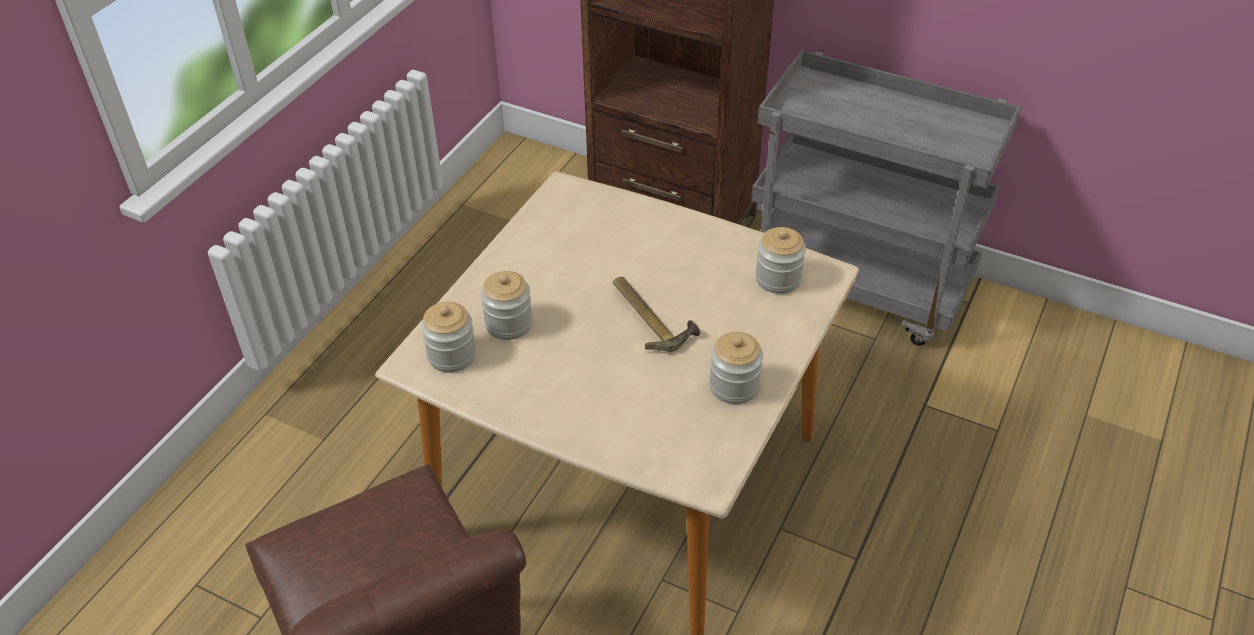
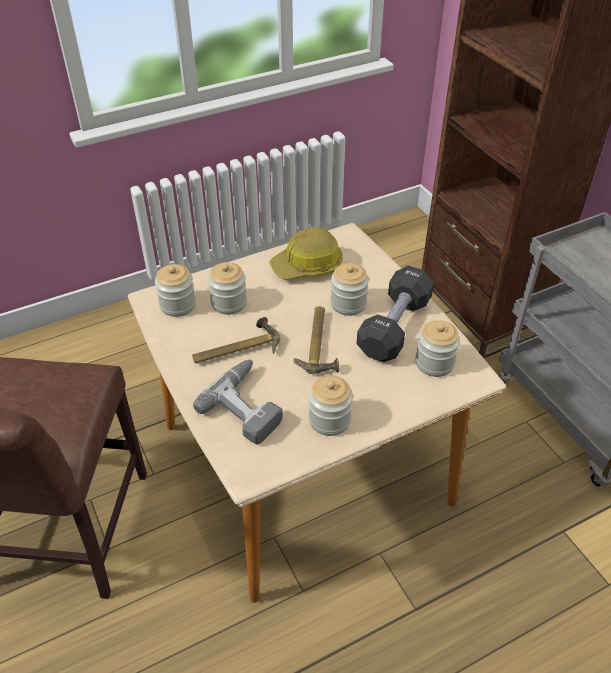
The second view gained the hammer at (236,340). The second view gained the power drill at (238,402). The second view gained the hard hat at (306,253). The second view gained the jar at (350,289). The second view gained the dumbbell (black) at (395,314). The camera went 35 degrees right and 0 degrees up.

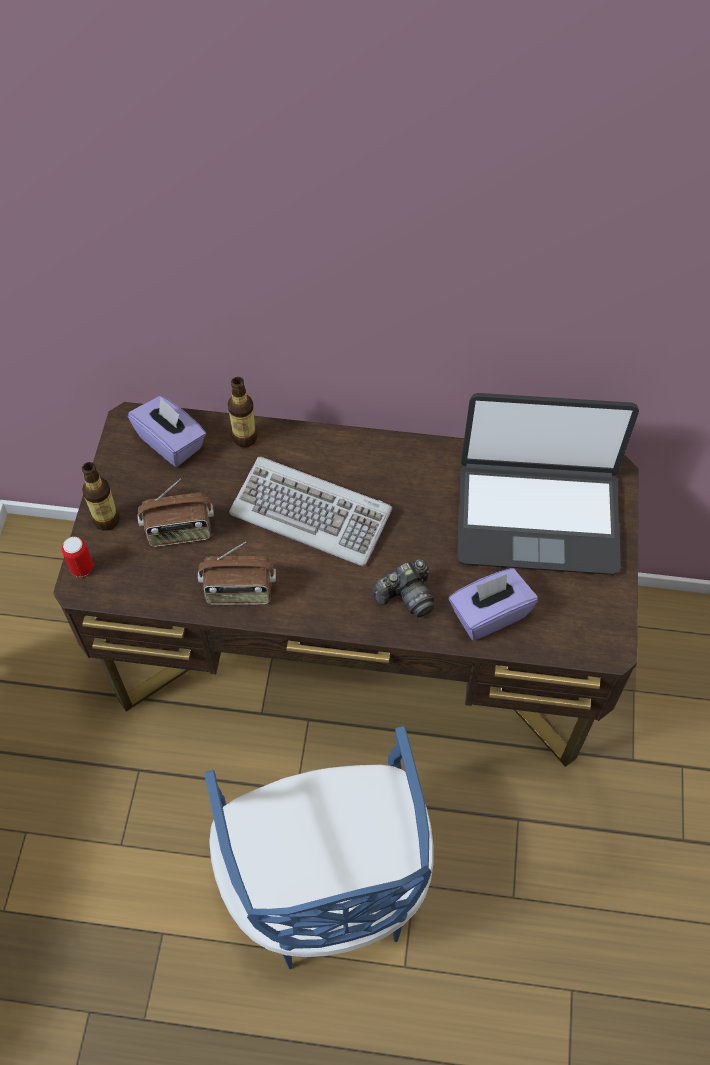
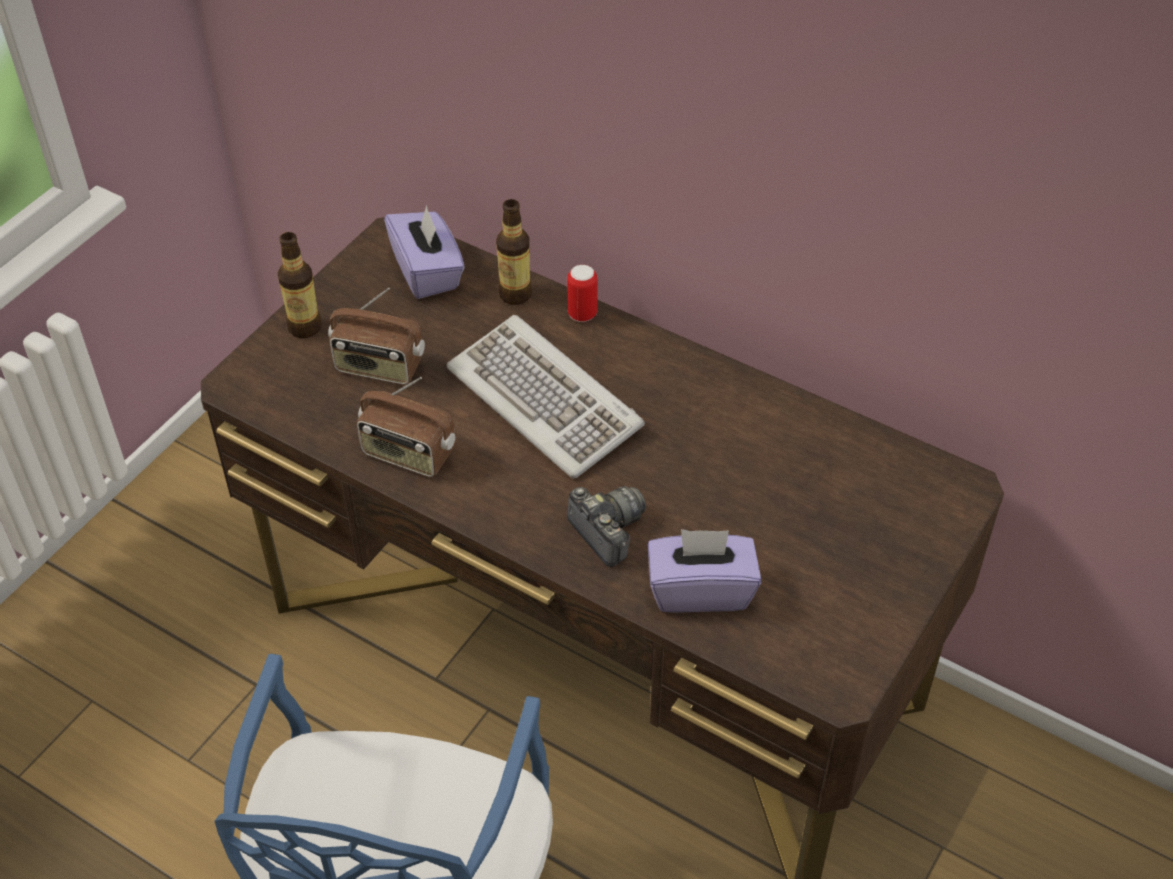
The second view lost the laptop at (548,484). The can ended up elsewhere, having gone from (77,557) to (582,293). The photo camera at (403,588) ended up facing another way, 120 degrees counterclockwise from before. The camera went 25 degrees right and 10 degrees down.

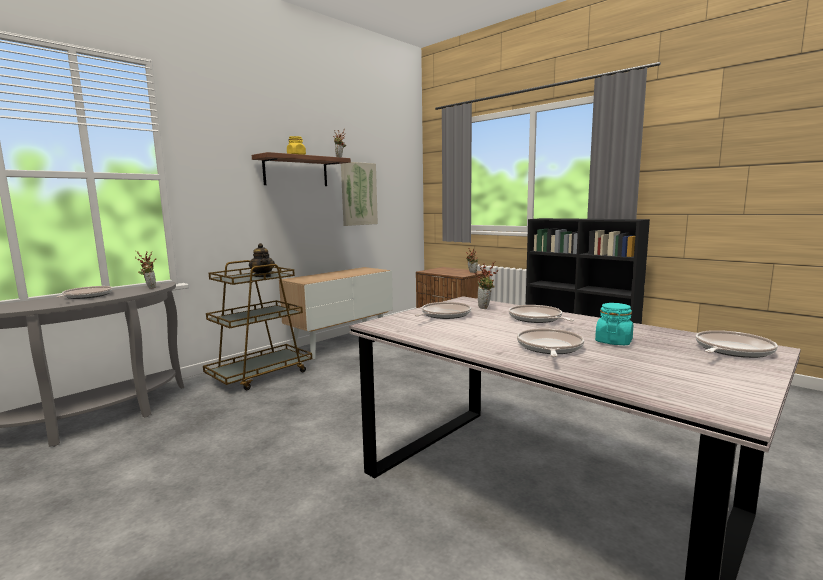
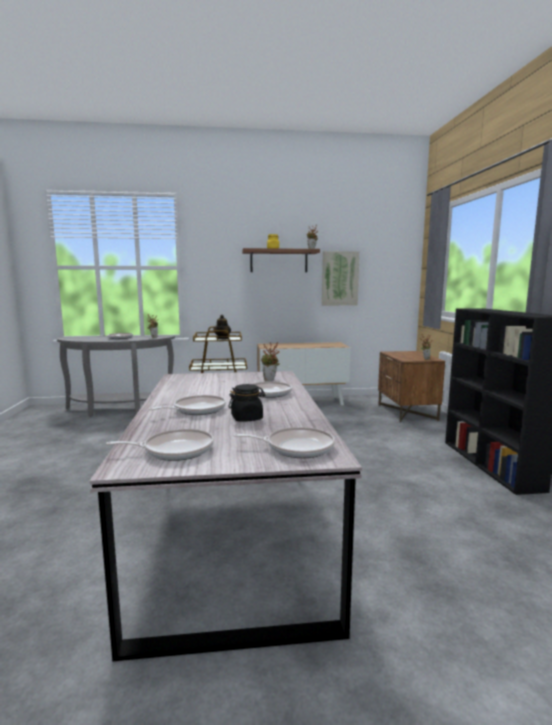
The frying pan ended up elsewhere, having gone from (443,310) to (160,445). What was the jar (turquoise) at (614,324) turned into the jar (black) at (247,403). The camera went 40 degrees right and 0 degrees up.

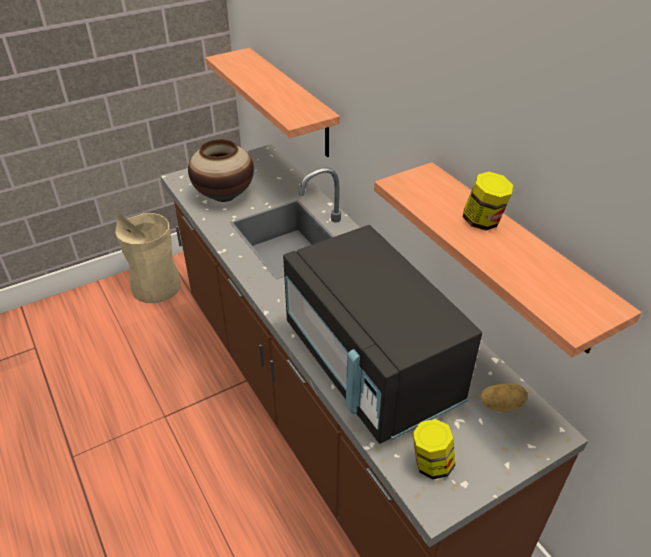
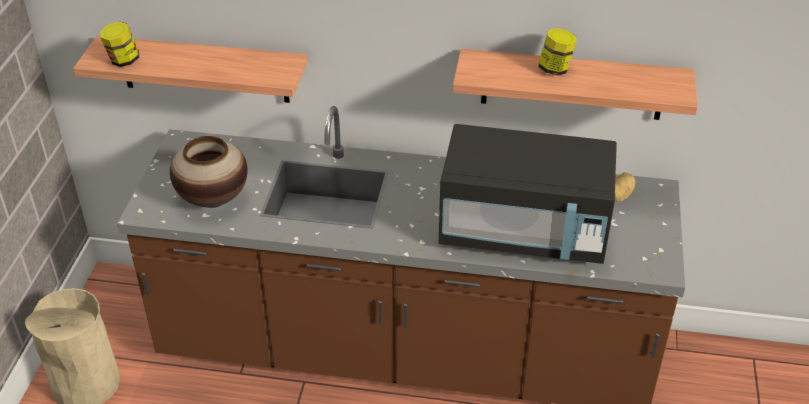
The jar ended up elsewhere, having gone from (434,449) to (119,44). The camera went 50 degrees left and 0 degrees up.

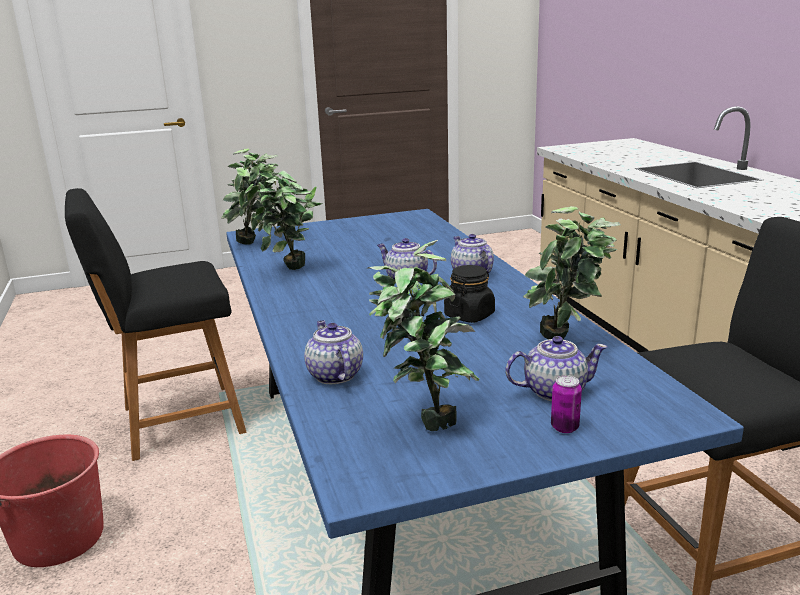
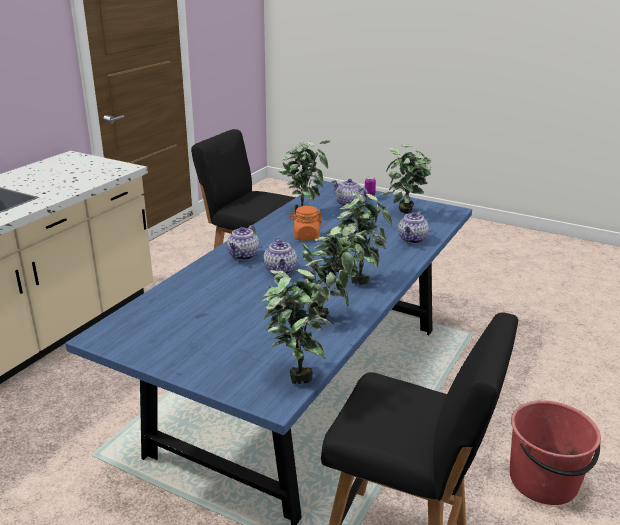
The second view gained the potted plant at (364,238). What was the jar (black) at (469,294) turned into the jar (orange) at (306,223). The camera went 135 degrees left and 5 degrees up.

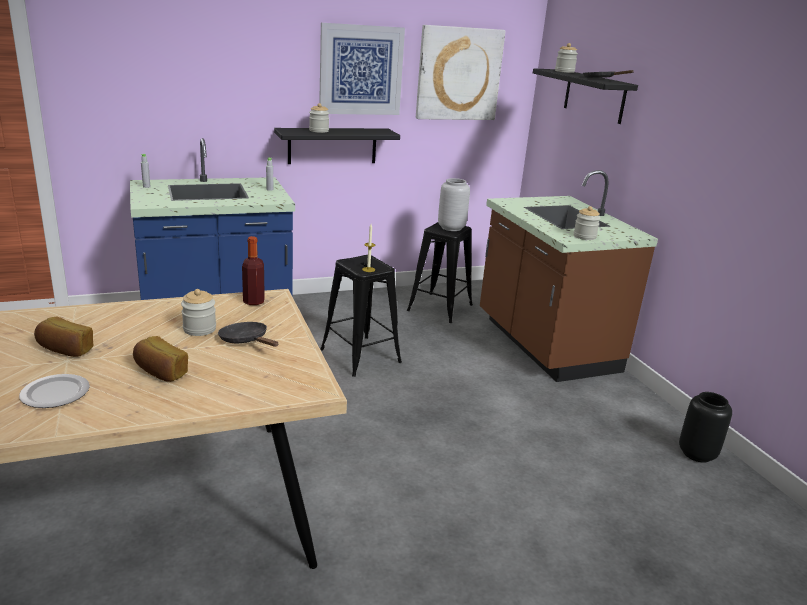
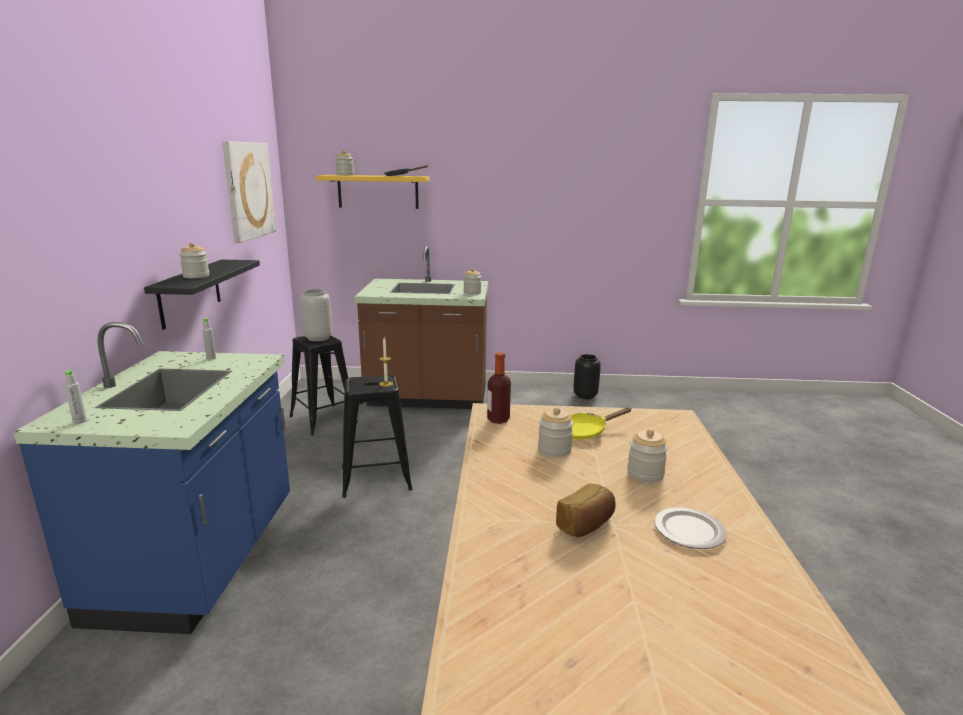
The second view lost the picture at (362,69). Where the bread stood at (160,359), the jar came to stand at (647,456). What was the frying pan (black) at (248,334) turned into the frying pan (yellow) at (601,423). What was the shelf (black) at (585,96) turned into the shelf (yellow) at (373,192). The camera went 65 degrees left and 5 degrees down.

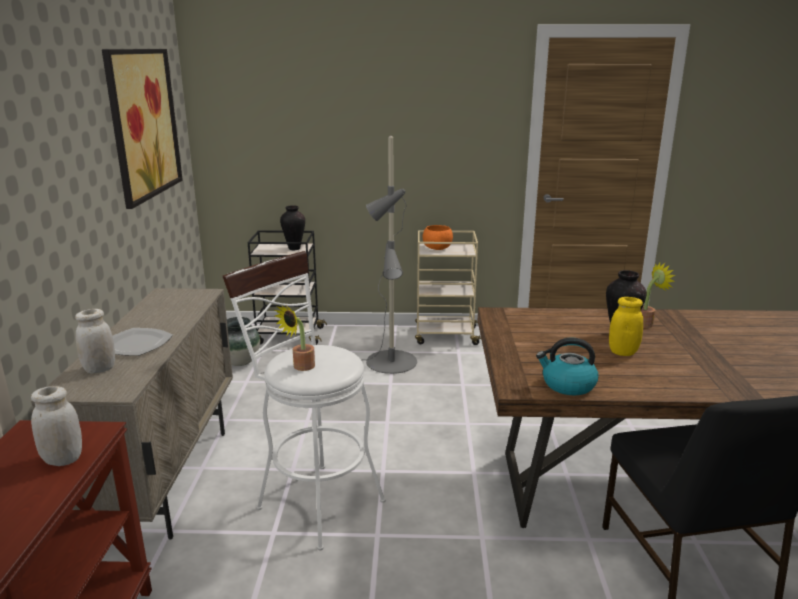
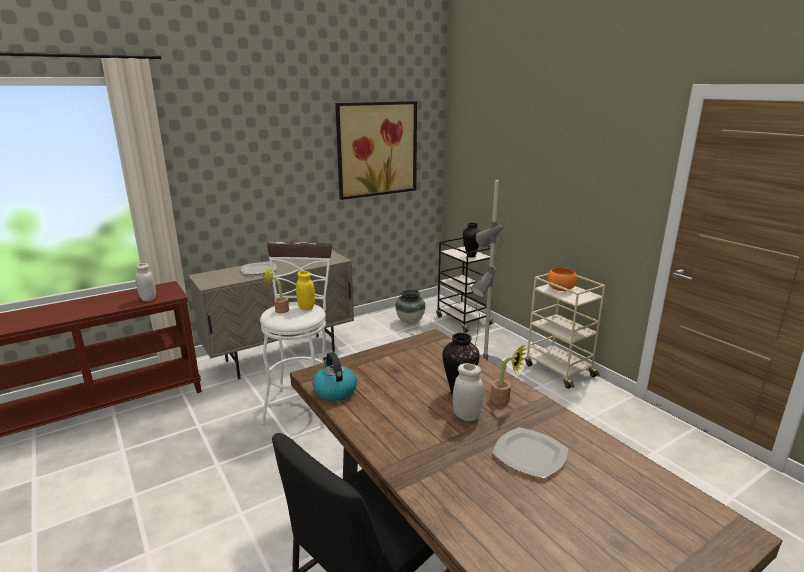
The second view gained the plate at (530,453). The jar (white) ended up elsewhere, having gone from (95,341) to (468,392). The jar (yellow) ended up elsewhere, having gone from (626,326) to (305,290). The camera went 55 degrees right and 0 degrees up.

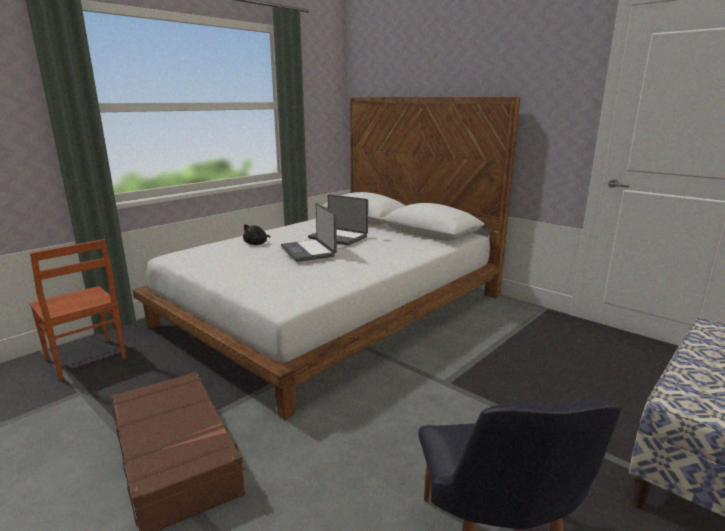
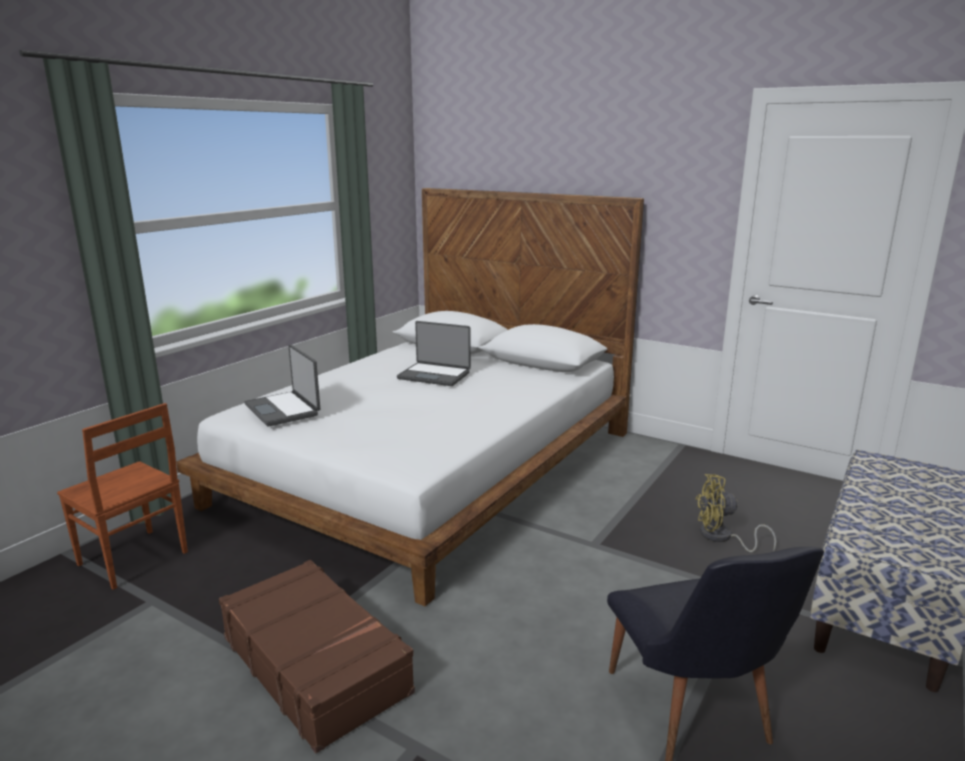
The second view lost the plush toy (black) at (256,234). The second view gained the fan (yellow) at (736,513). The laptop ended up elsewhere, having gone from (309,232) to (282,385). The camera went 10 degrees left and 0 degrees up.

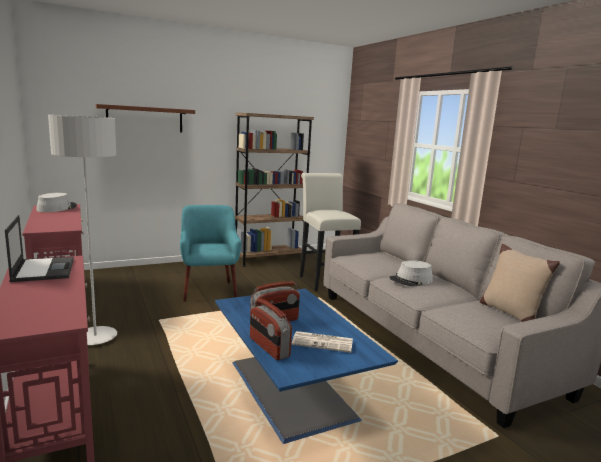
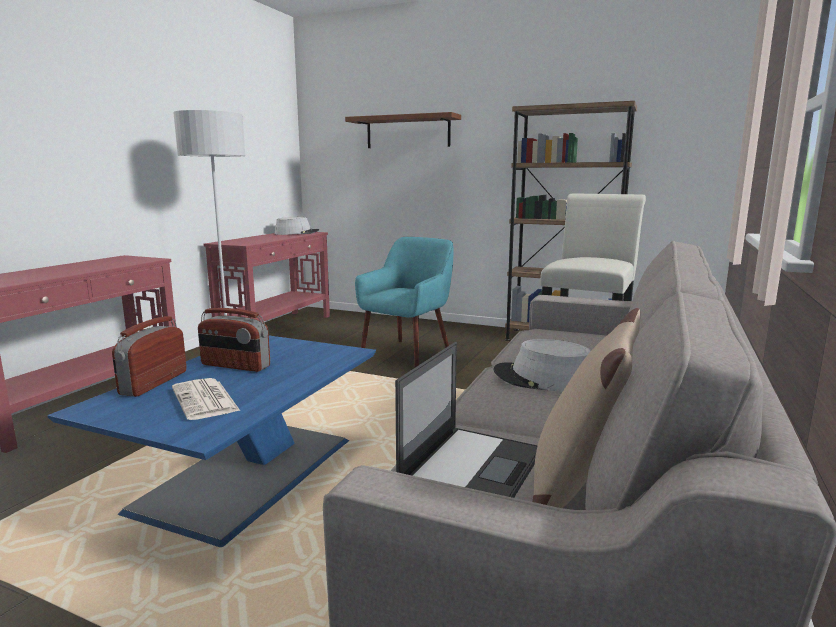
The laptop ended up elsewhere, having gone from (39,248) to (466,420). The camera went 50 degrees right and 0 degrees up.

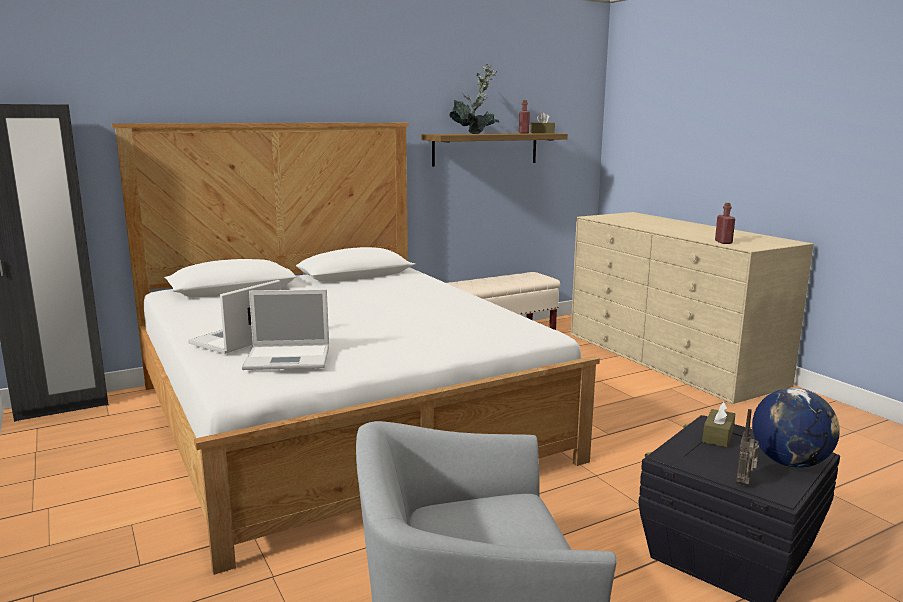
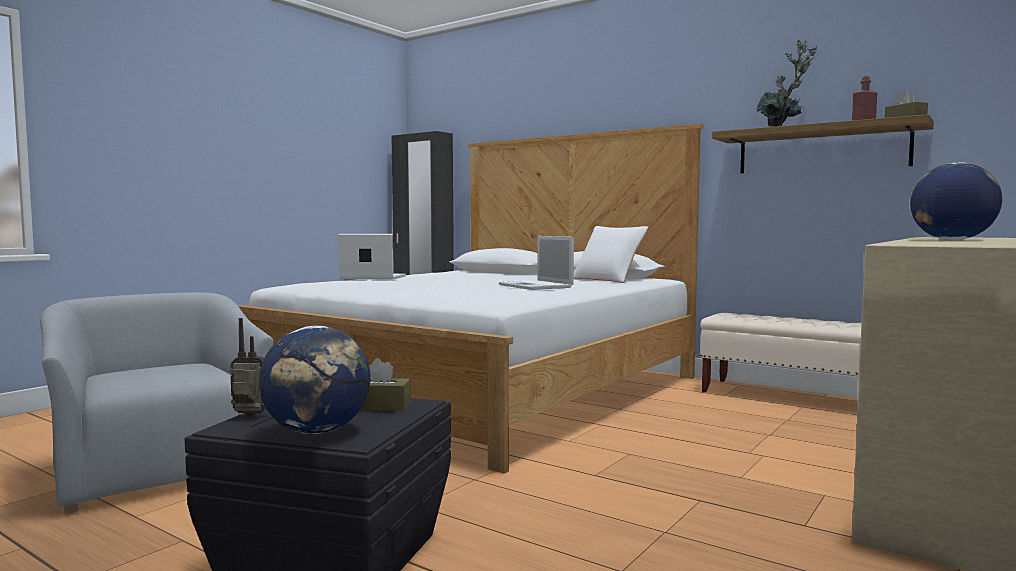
The second view lost the bottle (red) at (725,223). The second view gained the pillow (white) at (611,254). The second view gained the globe at (956,201). The laptop ended up elsewhere, having gone from (285,329) to (536,263). The camera went 65 degrees right and 10 degrees down.

